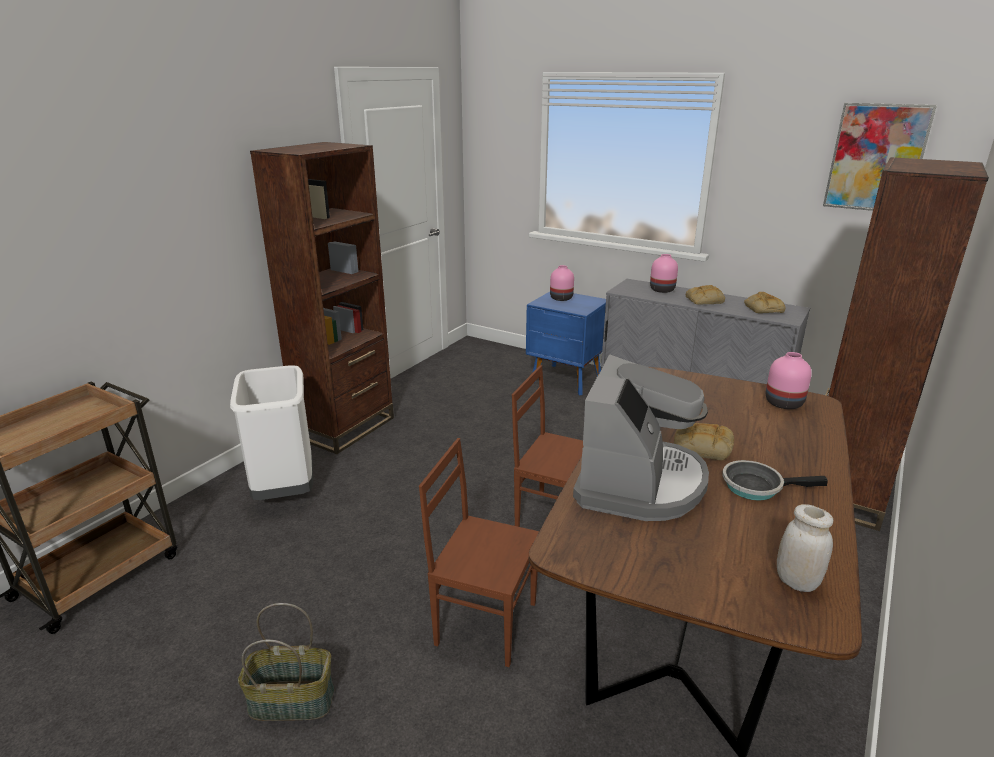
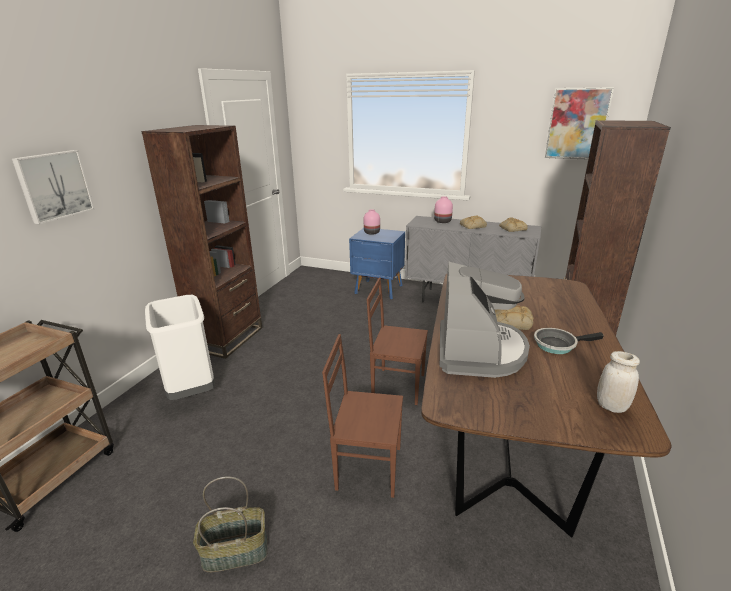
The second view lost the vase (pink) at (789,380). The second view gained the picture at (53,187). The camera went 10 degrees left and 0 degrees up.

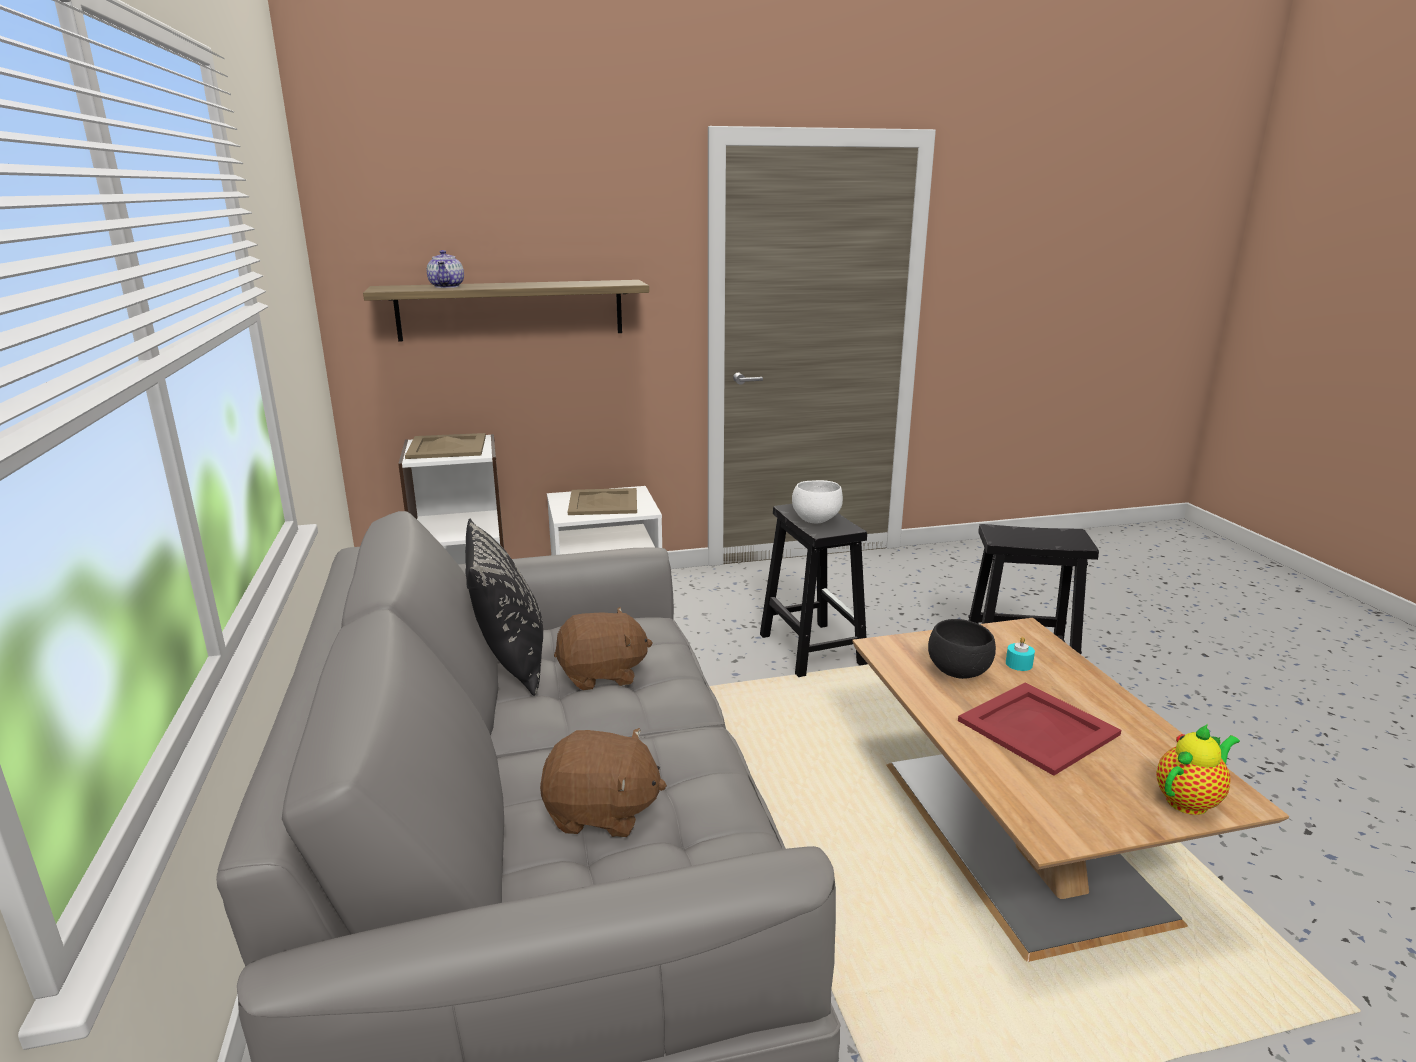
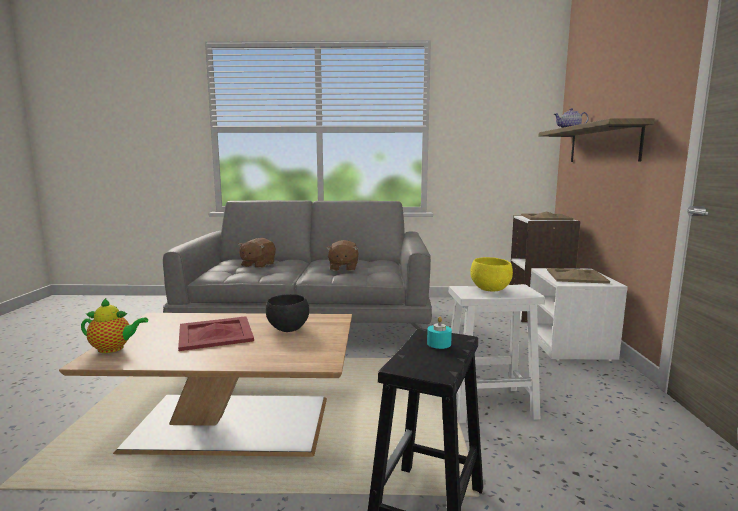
The second view lost the pillow (black) at (504,607). The candle (turquoise) ended up elsewhere, having gone from (1020,654) to (439,333). What was the stool (black) at (814,590) turned into the stool (white) at (497,353). What was the bowl (white) at (817,502) turned into the bowl (yellow) at (491,274). The teapot at (1198,769) ended up facing another way, 75 degrees counterclockwise from before. The camera went 105 degrees right and 10 degrees down.

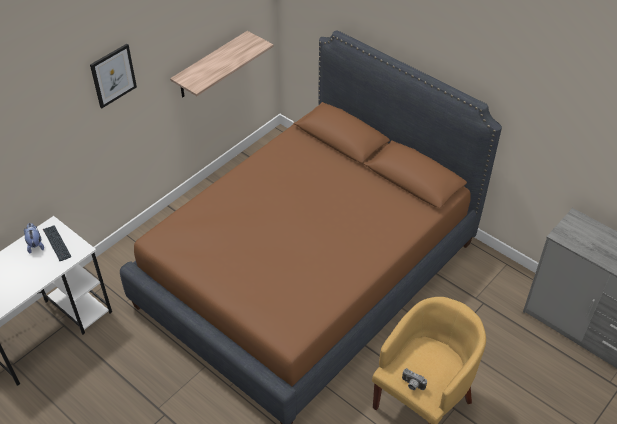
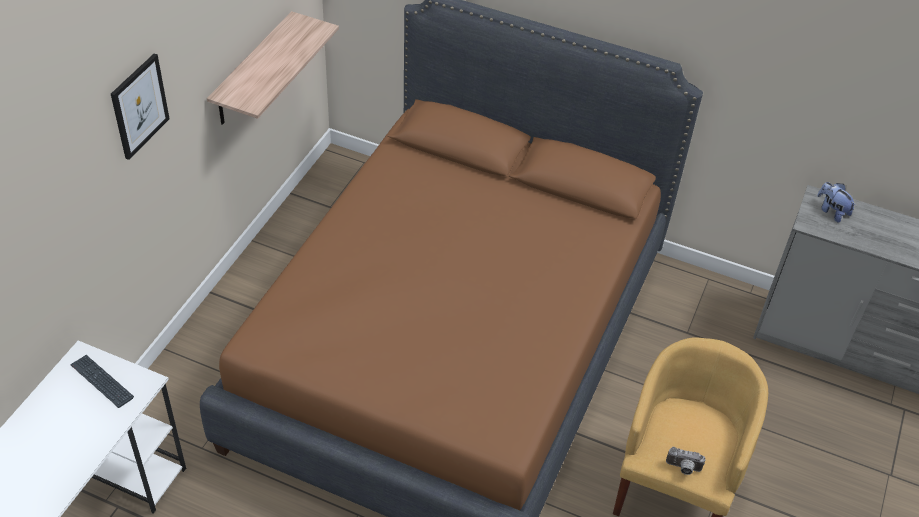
The plush toy ended up elsewhere, having gone from (34,238) to (836,202). The camera went 20 degrees left and 0 degrees up.

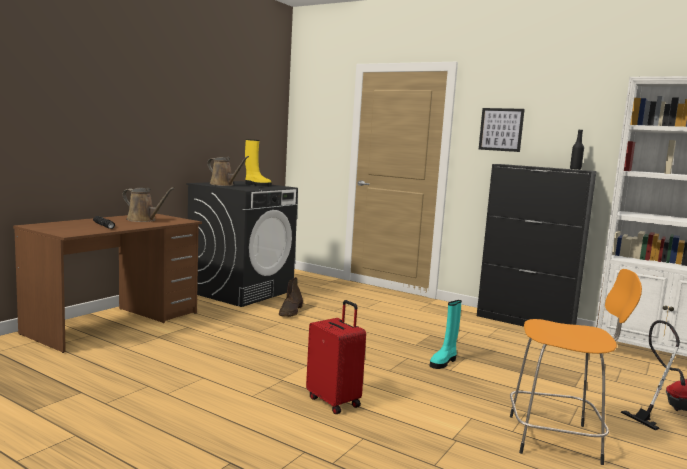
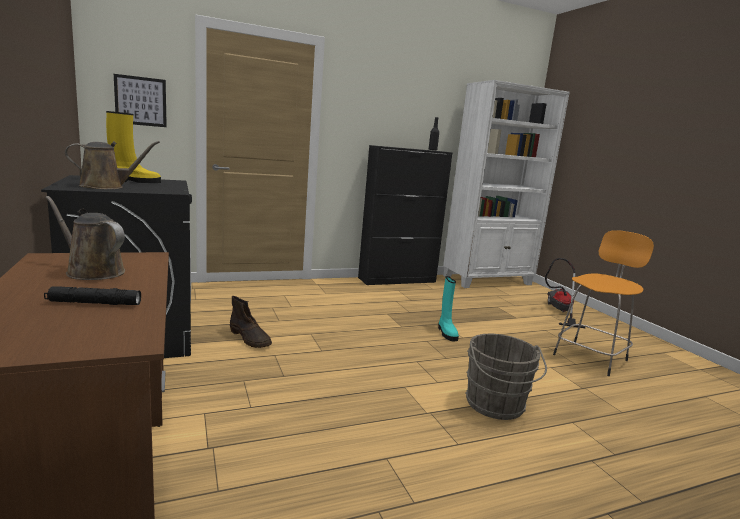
The picture ended up elsewhere, having gone from (502,130) to (140,100). Where the suitcase (red) stood at (336,357), the bucket (grey) came to stand at (506,377). The watering can (brown) at (148,204) ended up facing another way, 120 degrees counterclockwise from before. The camera went 55 degrees left and 5 degrees up.

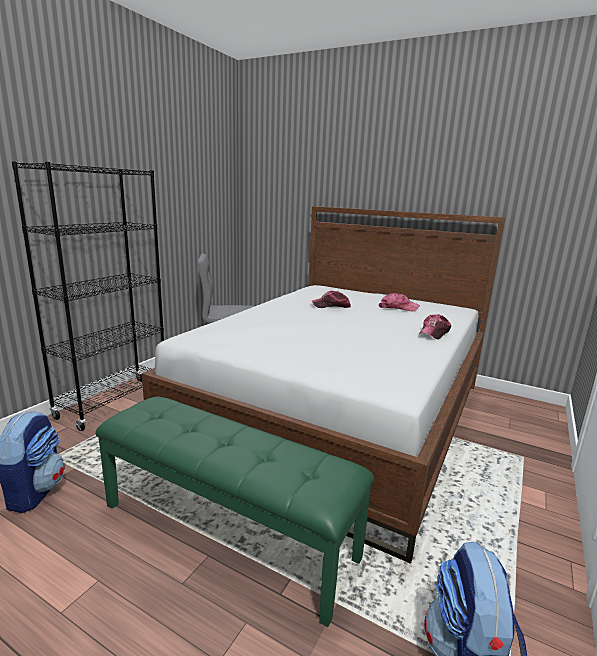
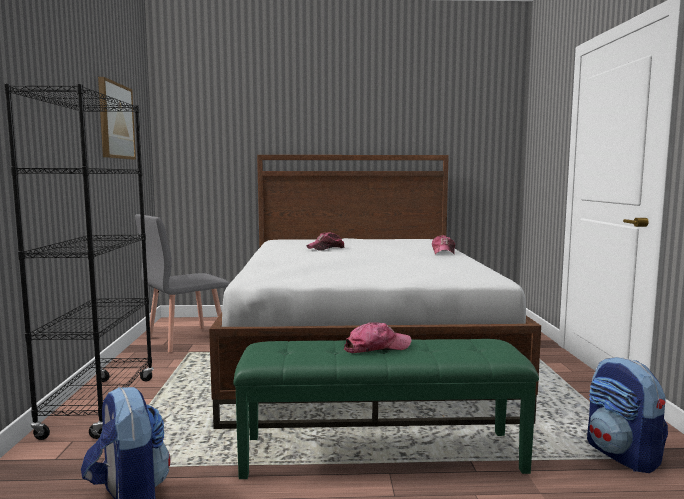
The second view gained the picture at (117,118). The cap ended up elsewhere, having gone from (399,302) to (378,337). The camera went 30 degrees left and 10 degrees down.

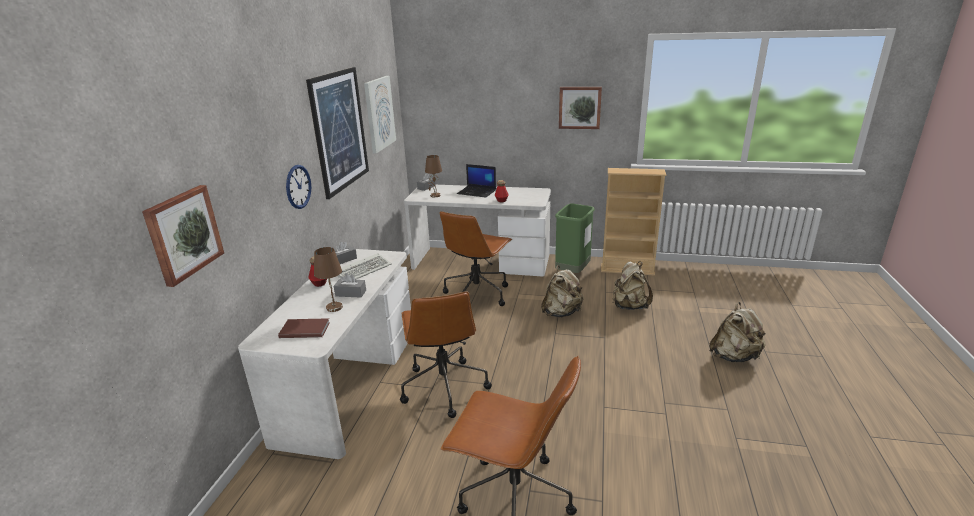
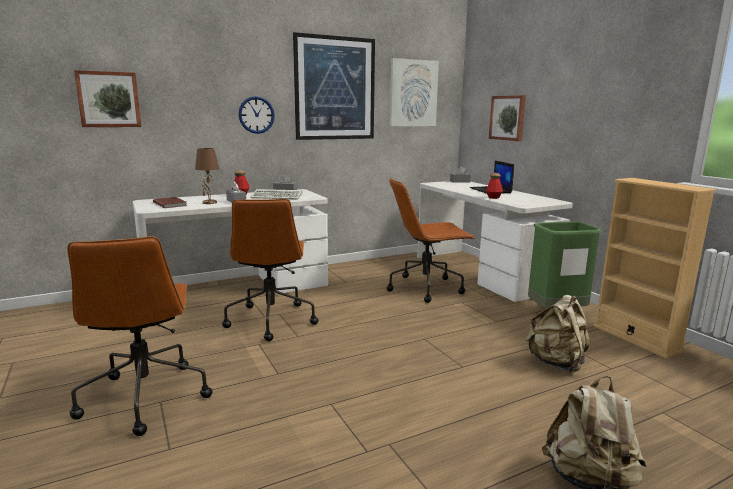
The second view lost the table lamp (brown) at (433,176). The second view lost the backpack (beige) at (562,291). The picture ended up elsewhere, having gone from (580,108) to (507,118). The office chair (brown) at (446,354) ended up facing another way, 45 degrees counterclockwise from before. The camera went 50 degrees right and 10 degrees down.

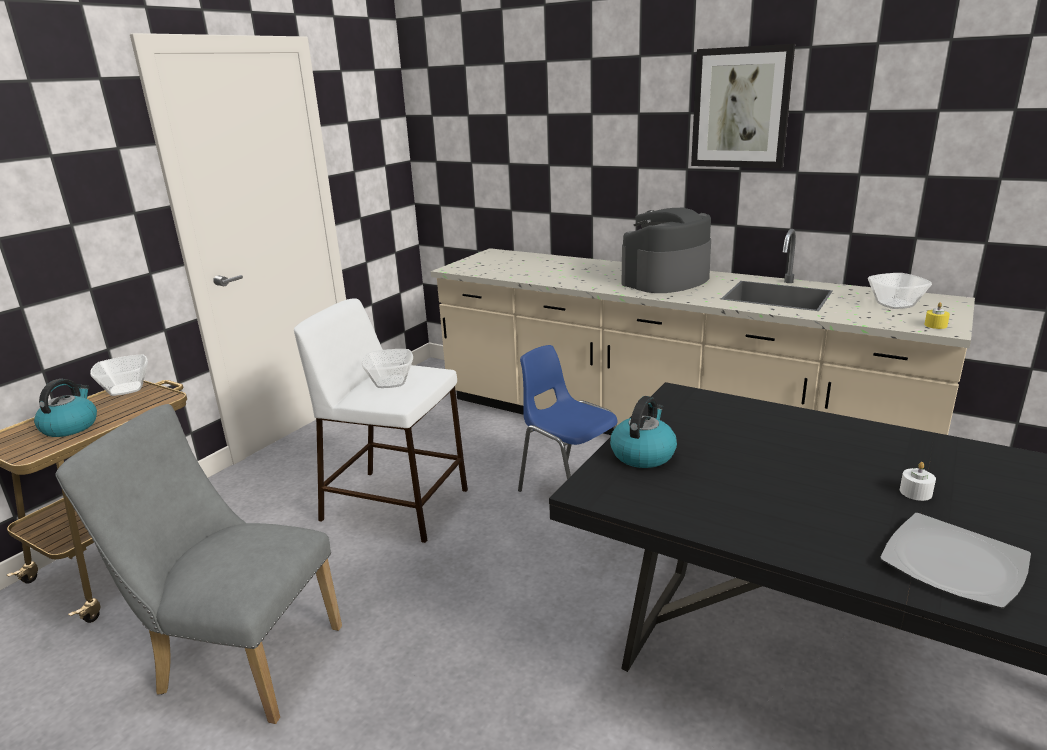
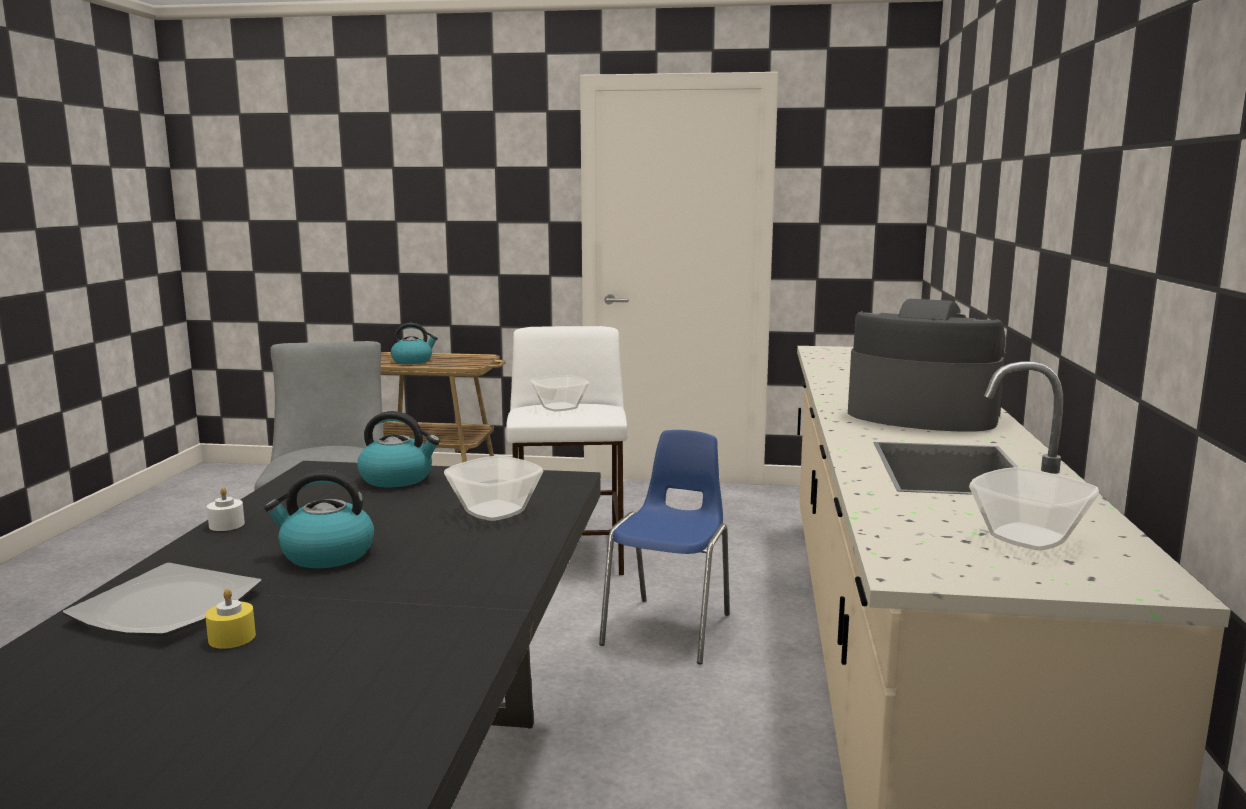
The second view lost the picture at (743,106). The second view gained the kettle at (319,519). The bowl ended up elsewhere, having gone from (119,375) to (493,488). The candle (white) ended up elsewhere, having gone from (918,481) to (226,509). The candle (yellow) ended up elsewhere, having gone from (937,315) to (230,618). The camera went 65 degrees right and 10 degrees down.

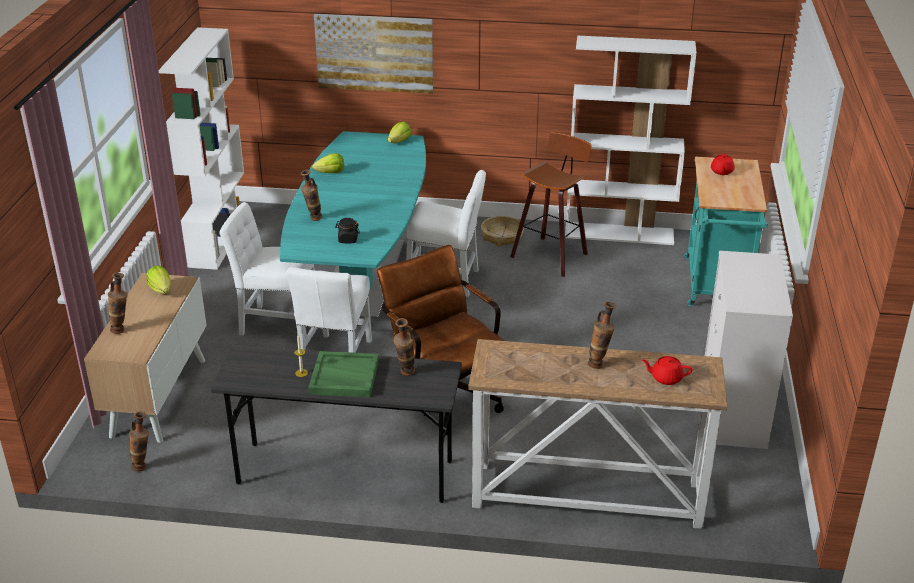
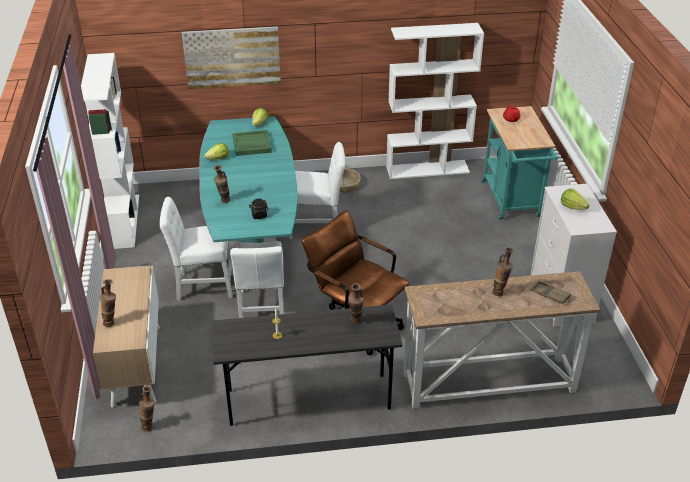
The second view lost the stool at (550,204). The lettuce ended up elsewhere, having gone from (158,280) to (575,199). The tray (green) ended up elsewhere, having gone from (343,374) to (252,143). Where the teapot (red) stood at (667,370), the tray (brown) came to stand at (551,292). The camera went 15 degrees left and 5 degrees up.

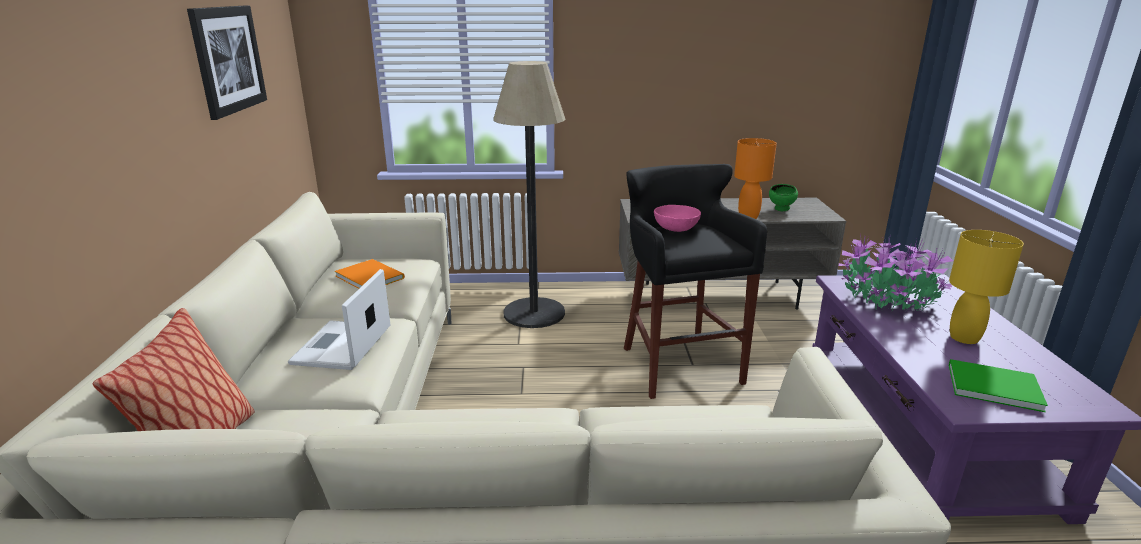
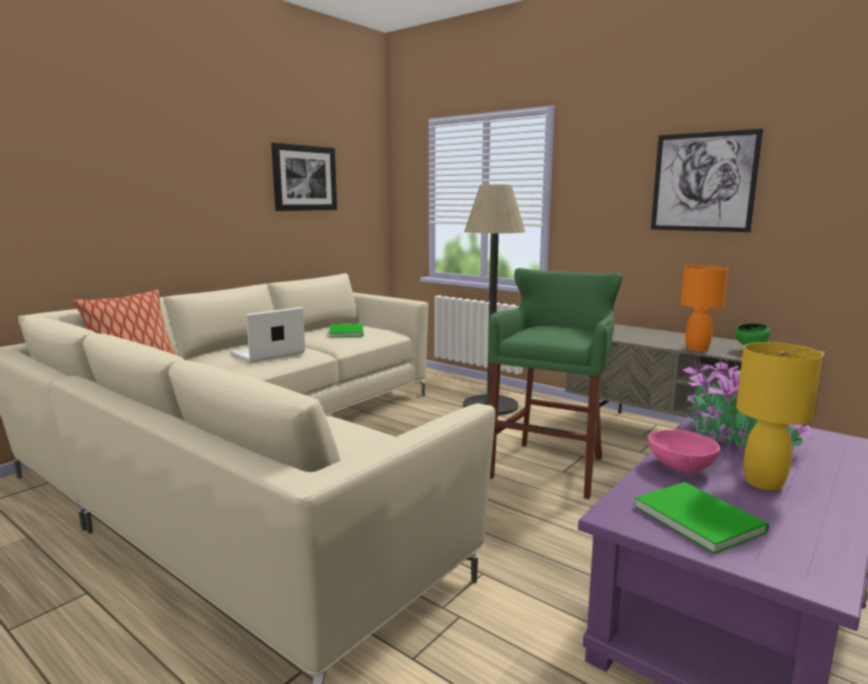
The second view gained the picture at (707,180). The bowl (pink) ended up elsewhere, having gone from (677,218) to (684,451). What was the book (orange) at (370,274) turned into the book (green) at (346,331). What was the stool (black) at (695,281) turned into the stool (green) at (555,383). The camera went 40 degrees right and 10 degrees down.

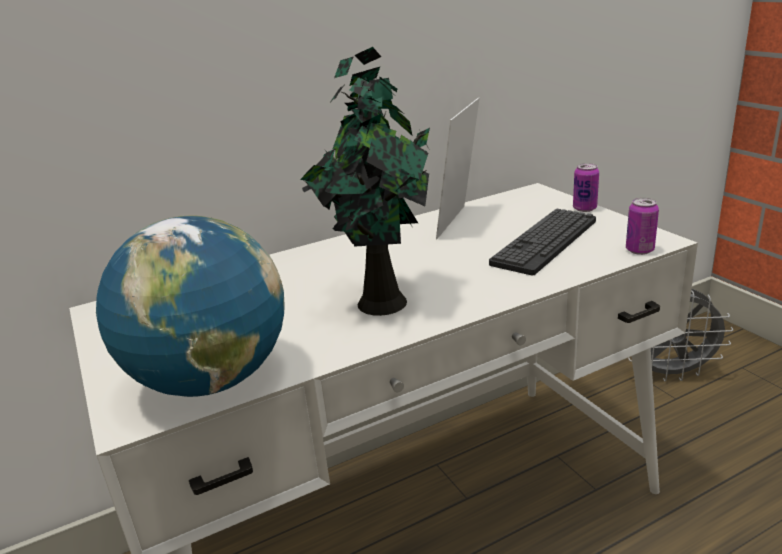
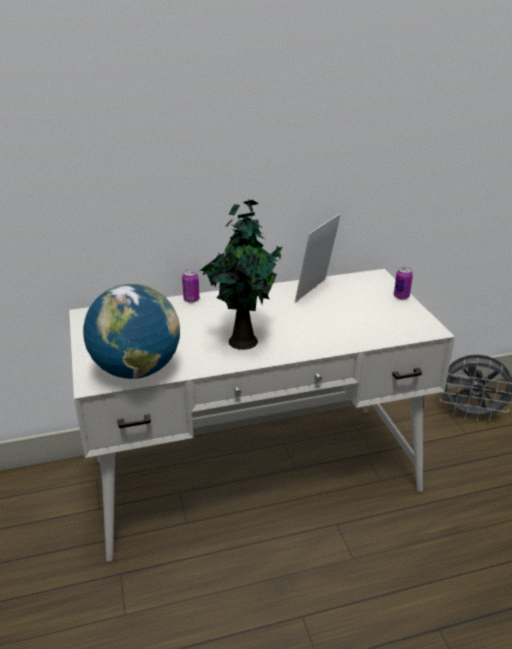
The second view lost the keyboard at (542,241). The can ended up elsewhere, having gone from (642,226) to (190,286). The camera went 10 degrees right and 5 degrees up.

